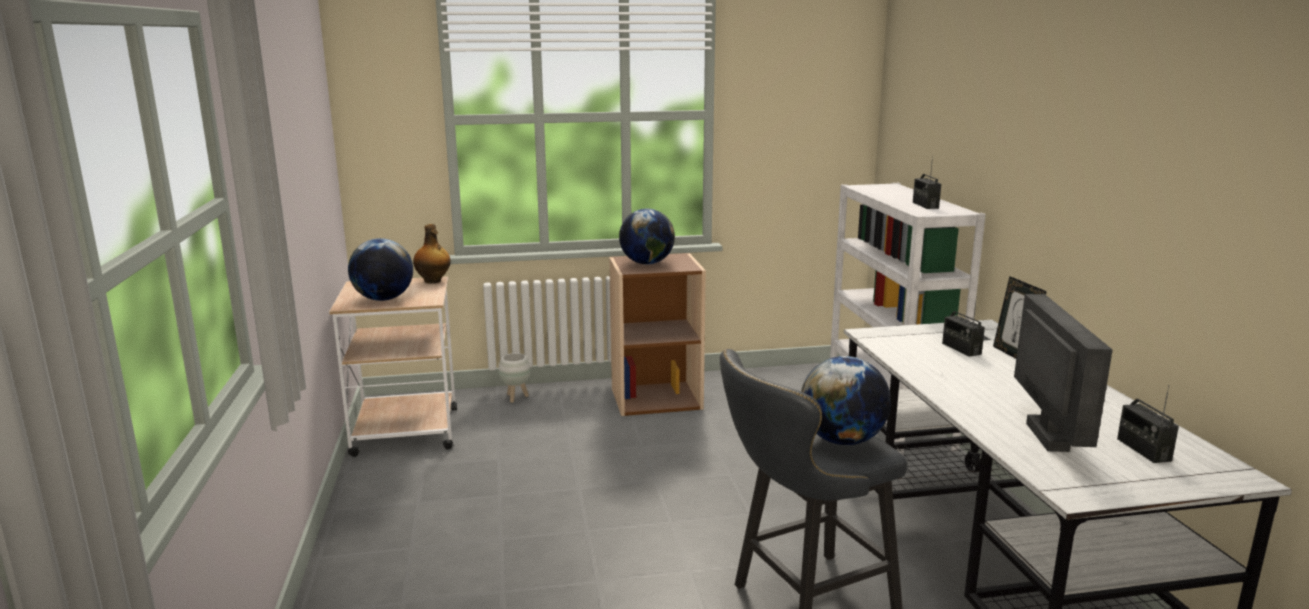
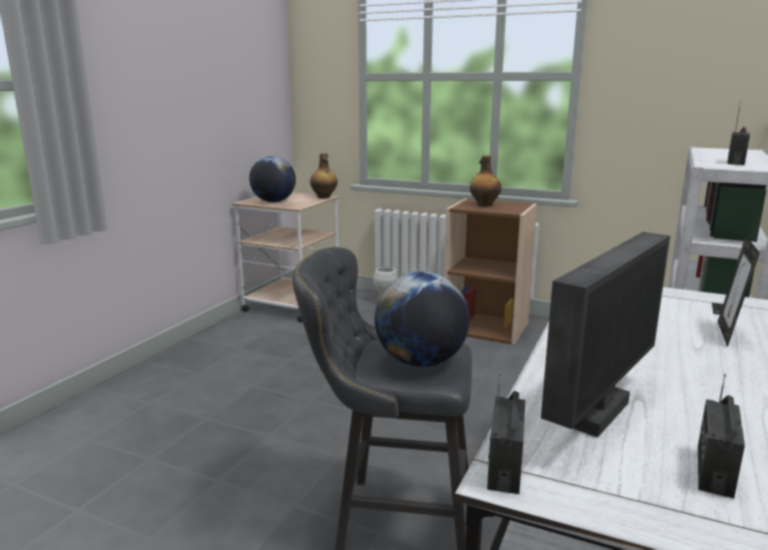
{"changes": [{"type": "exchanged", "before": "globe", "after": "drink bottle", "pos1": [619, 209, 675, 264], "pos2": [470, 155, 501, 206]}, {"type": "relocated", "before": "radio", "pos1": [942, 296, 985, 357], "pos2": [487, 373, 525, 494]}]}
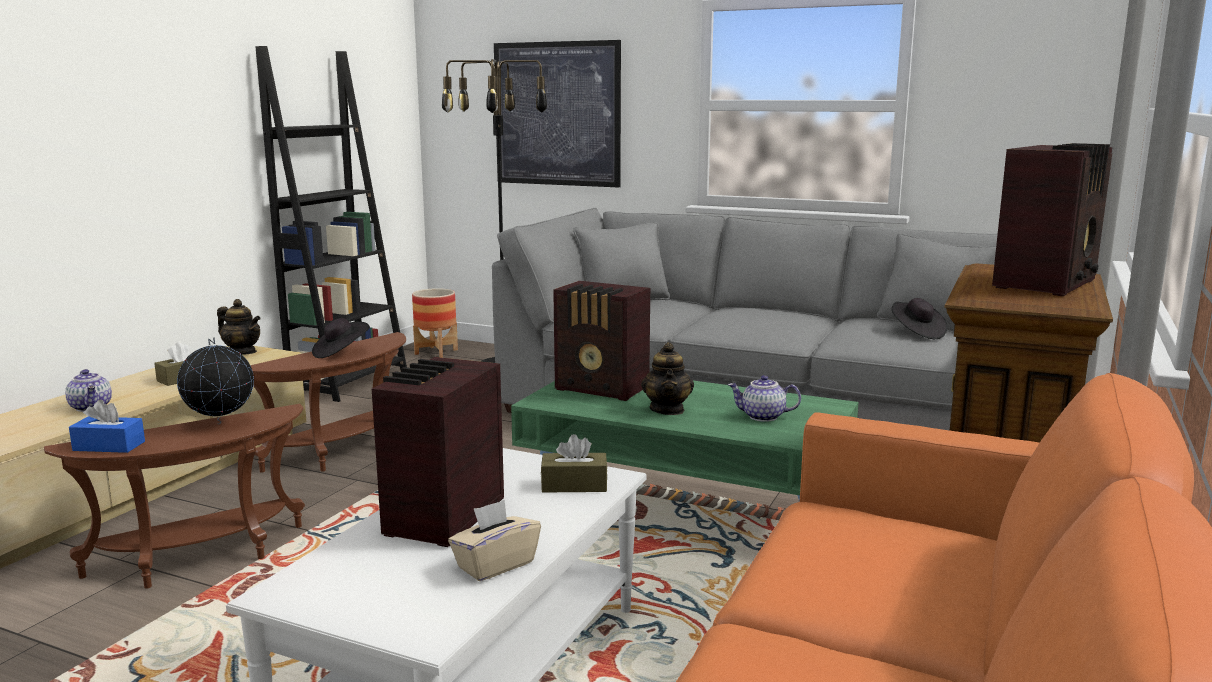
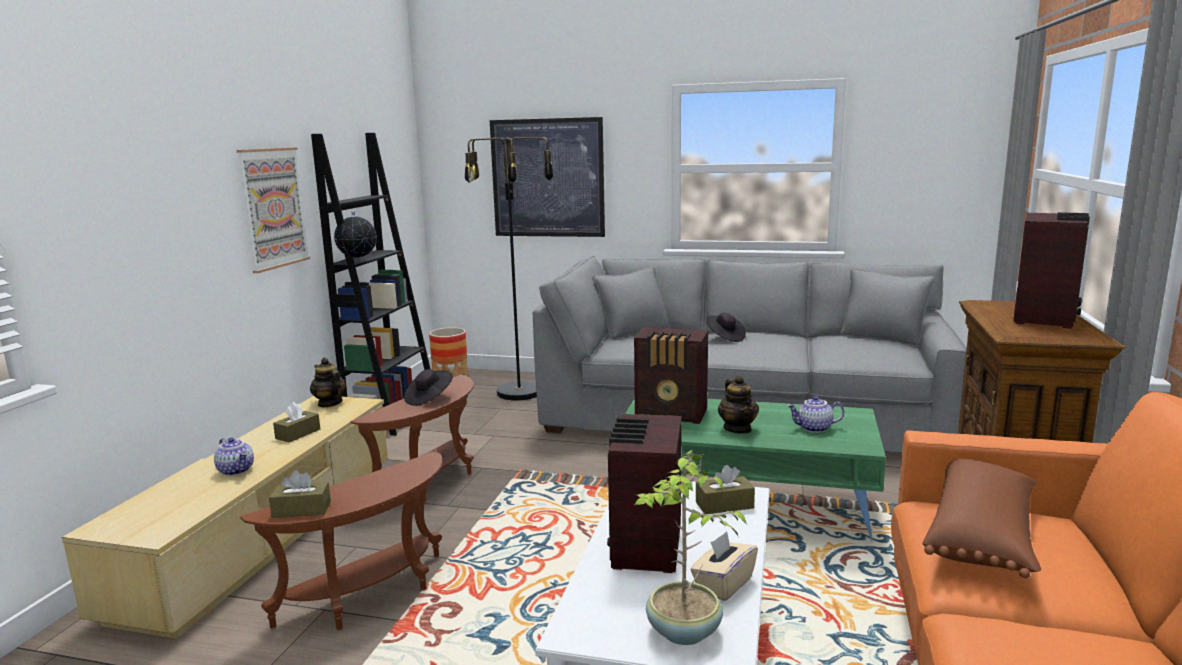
{"changes": [{"type": "colour", "before": "tissue holder/bluish", "after": "tissue holder/brown-coloured", "pos1": [69, 400, 145, 453], "pos2": [269, 470, 331, 518]}, {"type": "relocated", "before": "globe", "pos1": [177, 337, 254, 425], "pos2": [334, 211, 377, 263]}, {"type": "spun", "before": "tea pot", "pos1": [217, 299, 261, 355], "pos2": [310, 358, 346, 407], "turn": -150}, {"type": "relocated", "before": "wearable hat/black", "pos1": [892, 298, 947, 339], "pos2": [706, 313, 746, 342]}, {"type": "appeared", "after": "wall art", "pos2": [237, 147, 310, 273]}, {"type": "appeared", "after": "houseplant", "pos2": [634, 450, 747, 645]}, {"type": "appeared", "after": "cushion/brown-coloured", "pos2": [922, 459, 1041, 578]}]}
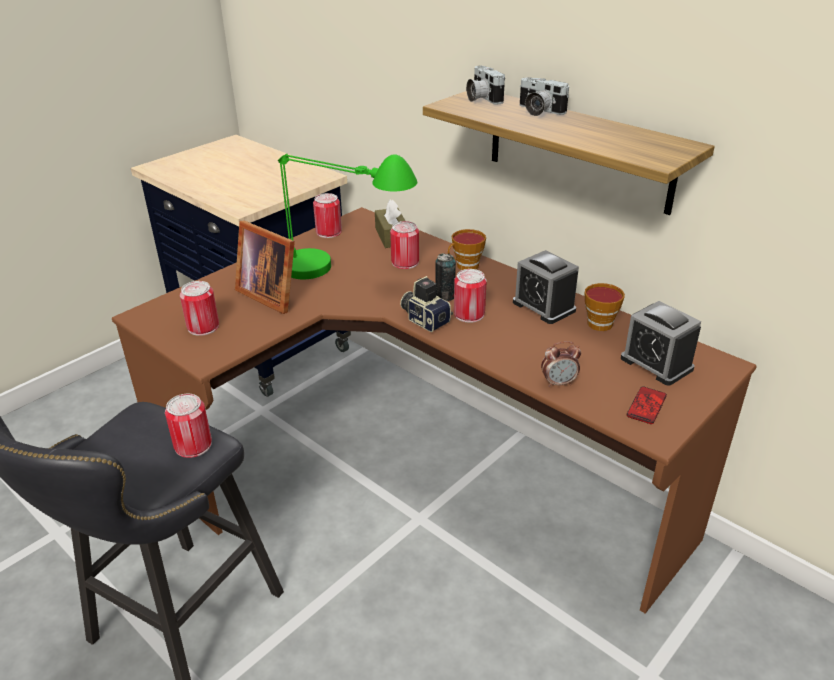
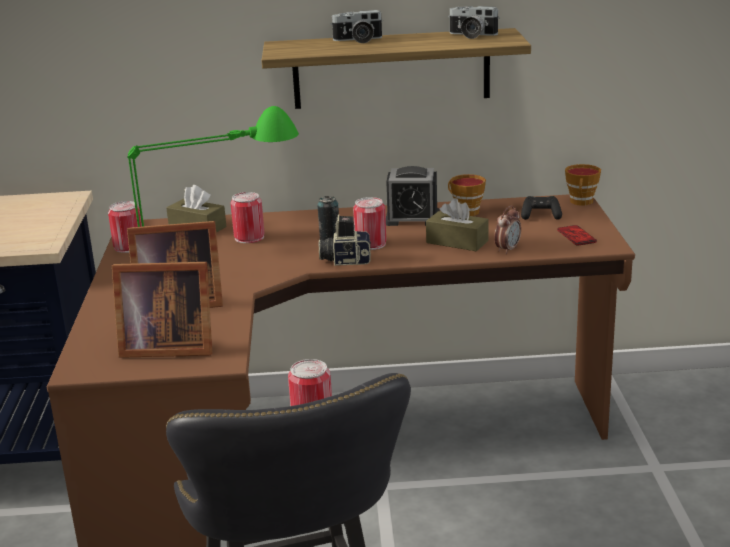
{"changes": [{"type": "exchanged", "before": "sealed can", "after": "standing frame", "pos1": [180, 281, 219, 336], "pos2": [112, 262, 212, 358]}, {"type": "relocated", "before": "cup", "pos1": [448, 229, 486, 270], "pos2": [565, 164, 601, 206]}, {"type": "relocated", "before": "still camera", "pos1": [466, 66, 505, 104], "pos2": [448, 6, 500, 39]}, {"type": "exchanged", "before": "table clock", "after": "game controller/black", "pos1": [621, 301, 701, 386], "pos2": [521, 196, 562, 220]}, {"type": "appeared", "after": "tissue holder/brown-coloured", "pos2": [426, 198, 489, 251]}]}
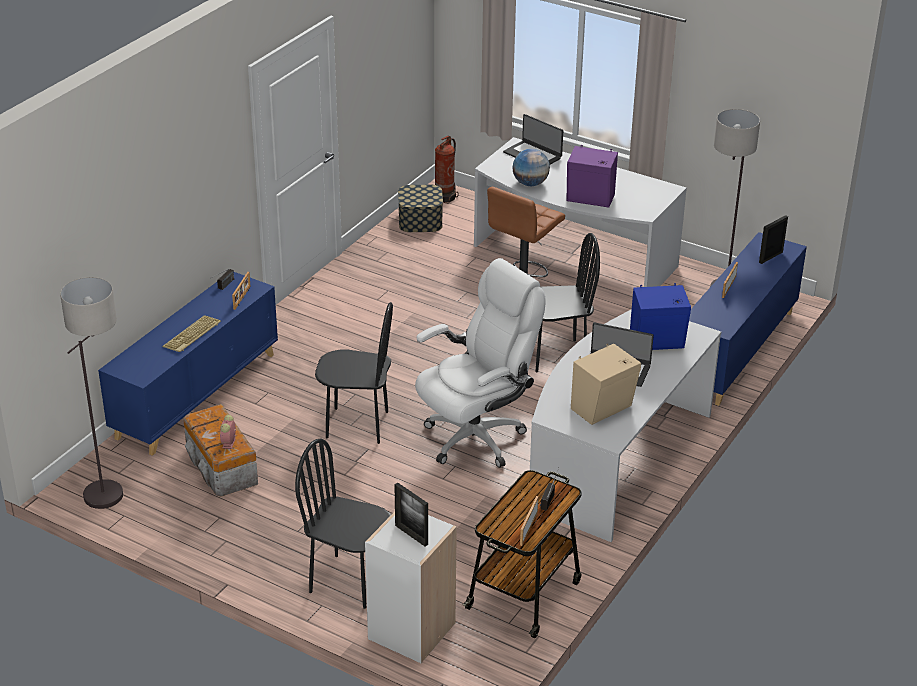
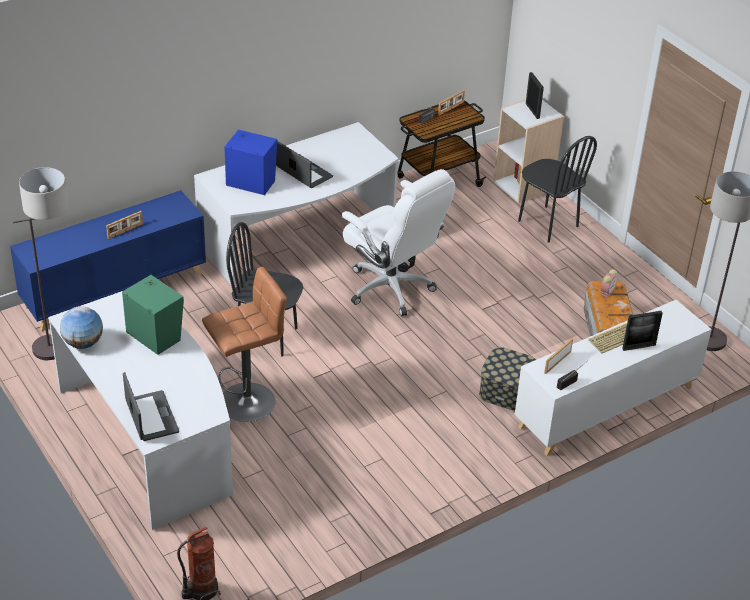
{"changes": [{"type": "colour", "before": "storage cabinet/bluish", "after": "storage cabinet/white", "pos1": [98, 272, 278, 456], "pos2": [515, 300, 712, 456]}, {"type": "missing", "before": "plain chair/black", "pos1": [315, 302, 393, 444]}, {"type": "relocated", "before": "storage box", "pos1": [398, 185, 443, 232], "pos2": [479, 348, 536, 410]}, {"type": "spun", "before": "office chair/white", "pos1": [415, 258, 546, 468], "pos2": [342, 169, 455, 316], "turn": -120}, {"type": "relocated", "before": "globe", "pos1": [512, 149, 550, 186], "pos2": [60, 306, 103, 349]}, {"type": "colour", "before": "audio speaker/purplish", "after": "audio speaker/greenish", "pos1": [567, 145, 618, 208], "pos2": [122, 275, 184, 355]}, {"type": "missing", "before": "audio speaker/beige", "pos1": [571, 344, 641, 425]}, {"type": "relocated", "before": "standing frame", "pos1": [759, 215, 788, 264], "pos2": [622, 311, 663, 351]}]}
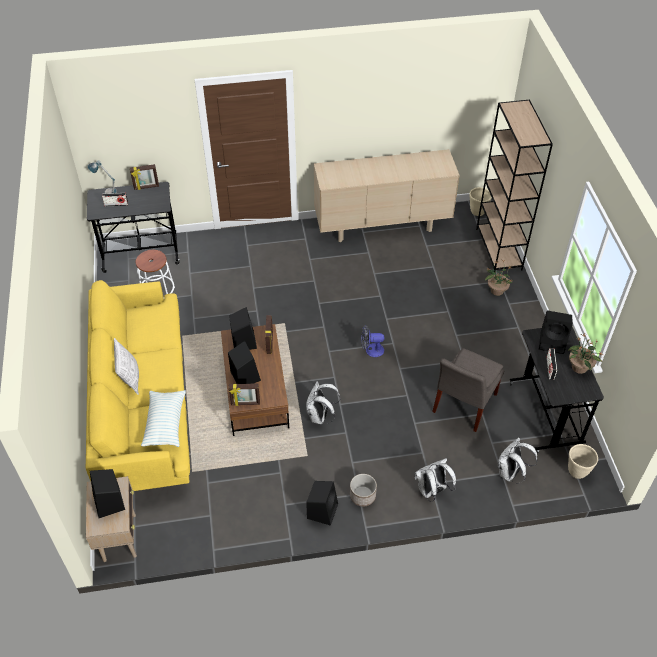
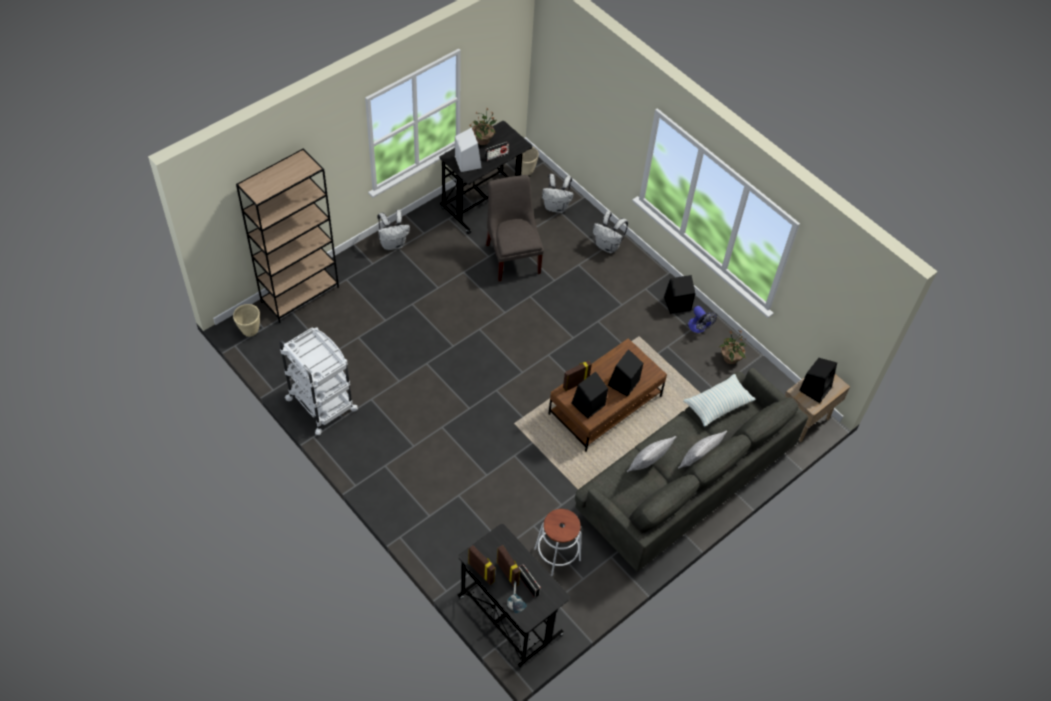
{"changes": [{"type": "colour", "before": "sofa/yellowish", "after": "sofa/greyish", "pos1": [86, 280, 190, 491], "pos2": [575, 368, 808, 572]}, {"type": "relocated", "before": "standing frame", "pos1": [229, 383, 260, 406], "pos2": [497, 545, 521, 587]}, {"type": "relocated", "before": "knapsack/white", "pos1": [306, 381, 340, 424], "pos2": [377, 210, 410, 250]}, {"type": "exchanged", "before": "chest of drawers/beige", "after": "wheeled cart/white", "pos1": [314, 149, 459, 242], "pos2": [279, 327, 358, 435]}, {"type": "missing", "before": "plant pot", "pos1": [350, 474, 377, 507]}, {"type": "relocated", "before": "electric fan", "pos1": [361, 325, 385, 357], "pos2": [688, 306, 717, 333]}, {"type": "spun", "before": "plain chair/greyish", "pos1": [432, 348, 504, 432], "pos2": [486, 175, 544, 281], "turn": -105}, {"type": "relocated", "before": "houseplant", "pos1": [485, 260, 514, 296], "pos2": [719, 330, 747, 364]}, {"type": "colour", "before": "audio speaker/black", "after": "audio speaker/white", "pos1": [539, 310, 573, 354], "pos2": [455, 127, 482, 172]}, {"type": "appeared", "after": "cushion", "pos2": [627, 436, 676, 472]}]}
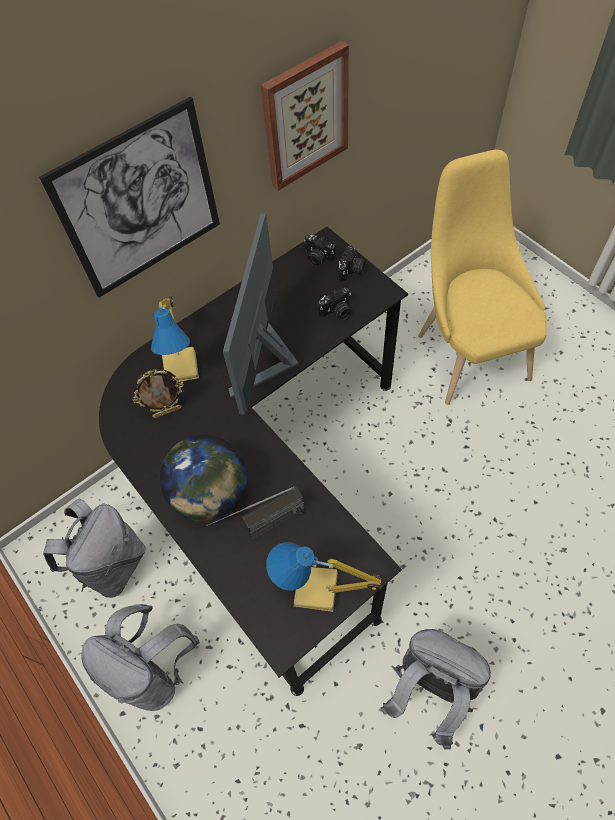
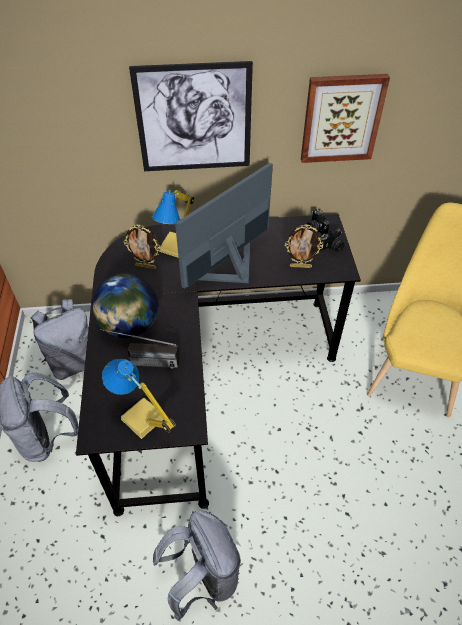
{"changes": [{"type": "exchanged", "before": "still camera", "after": "standing frame", "pos1": [318, 288, 351, 320], "pos2": [285, 224, 323, 268]}]}
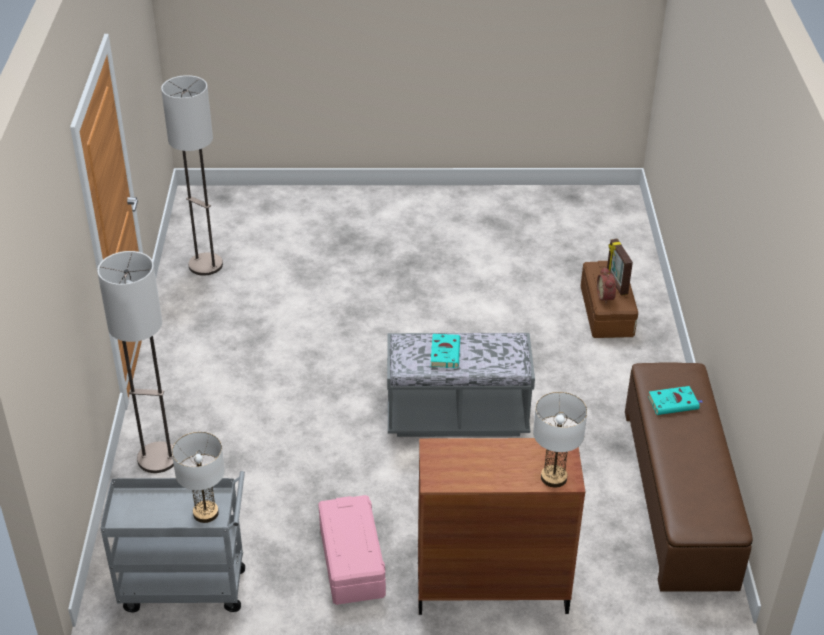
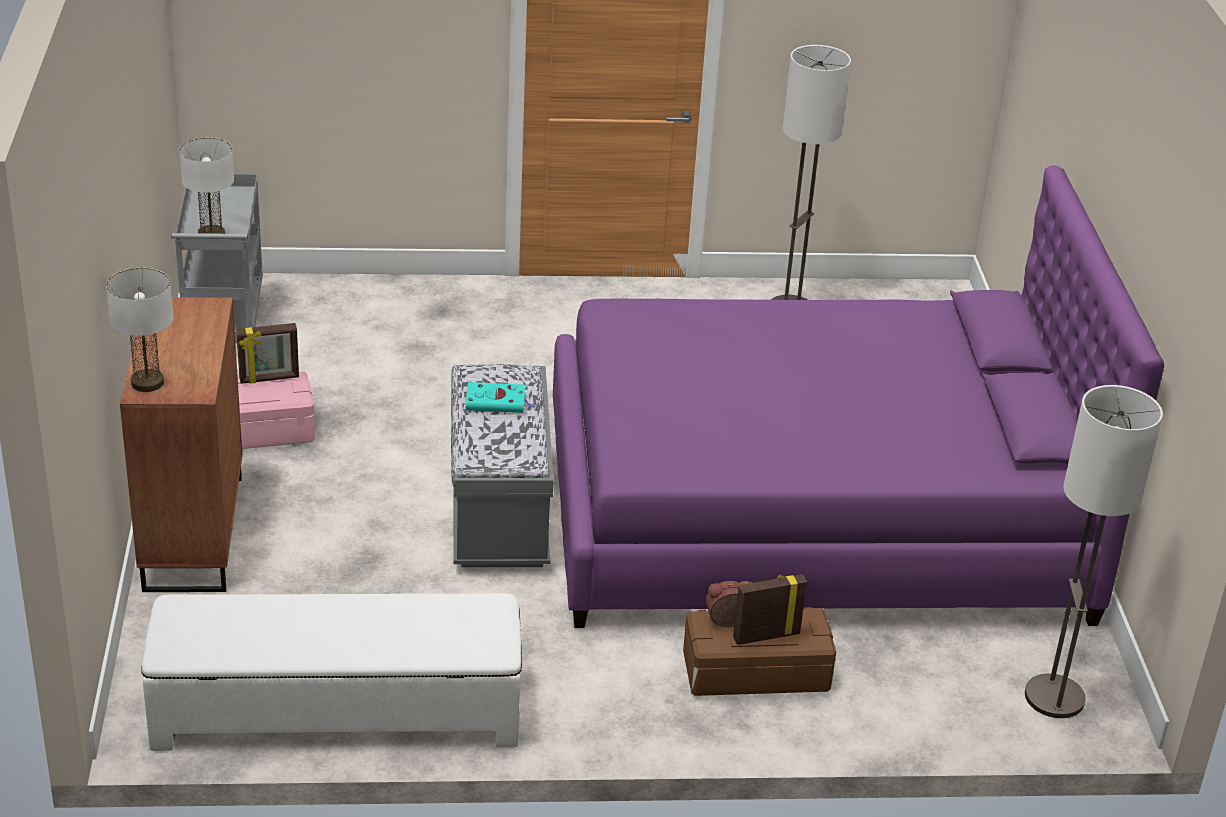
{"changes": [{"type": "relocated", "before": "standing lamp", "pos1": [97, 251, 174, 473], "pos2": [1025, 385, 1163, 718]}, {"type": "colour", "before": "indoor bench/brown-coloured", "after": "indoor bench/white", "pos1": [625, 363, 753, 592], "pos2": [141, 593, 522, 751]}, {"type": "missing", "before": "bound book/blue-green", "pos1": [648, 386, 703, 415]}, {"type": "appeared", "after": "standing frame", "pos2": [236, 323, 299, 384]}, {"type": "appeared", "after": "bed/purplish", "pos2": [553, 165, 1164, 628]}]}
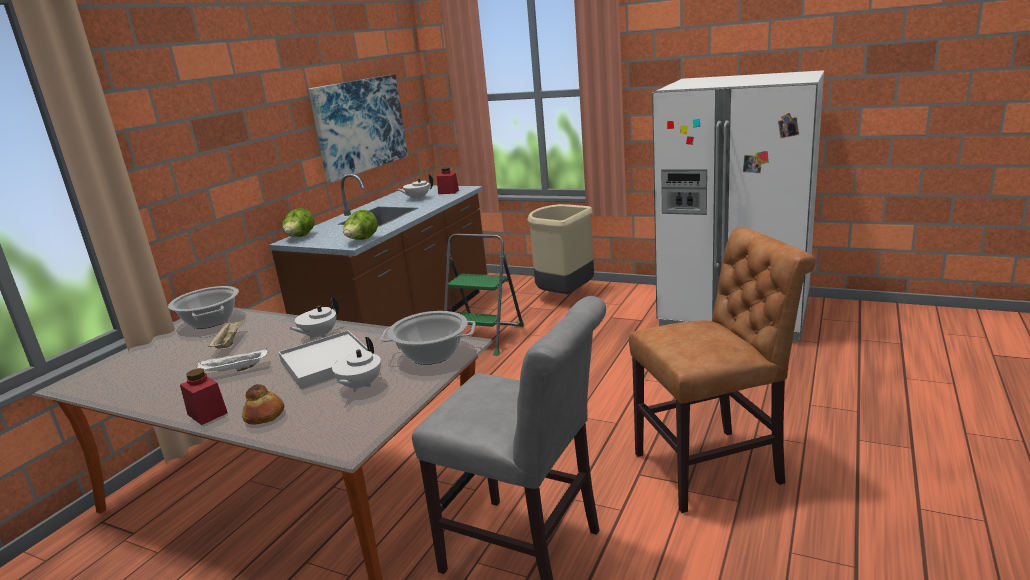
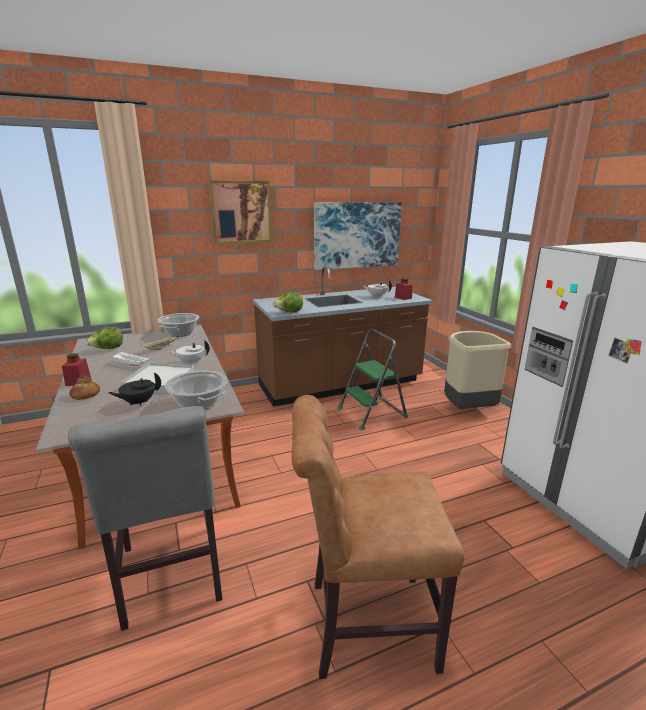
{"changes": [{"type": "relocated", "before": "lettuce", "pos1": [282, 208, 314, 237], "pos2": [85, 327, 123, 349]}, {"type": "colour", "before": "tea pot/white", "after": "tea pot/black", "pos1": [332, 337, 381, 392], "pos2": [108, 373, 161, 406]}, {"type": "spun", "before": "plain chair/brown-coloured", "pos1": [629, 227, 816, 513], "pos2": [291, 395, 465, 679], "turn": 150}, {"type": "appeared", "after": "wall art", "pos2": [209, 181, 272, 244]}]}
